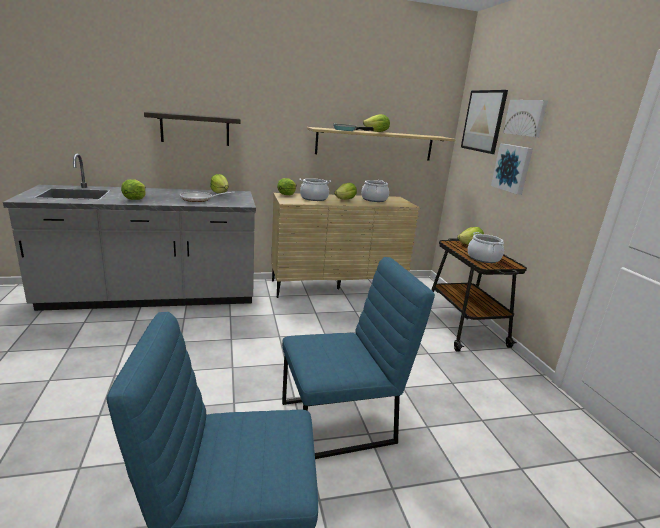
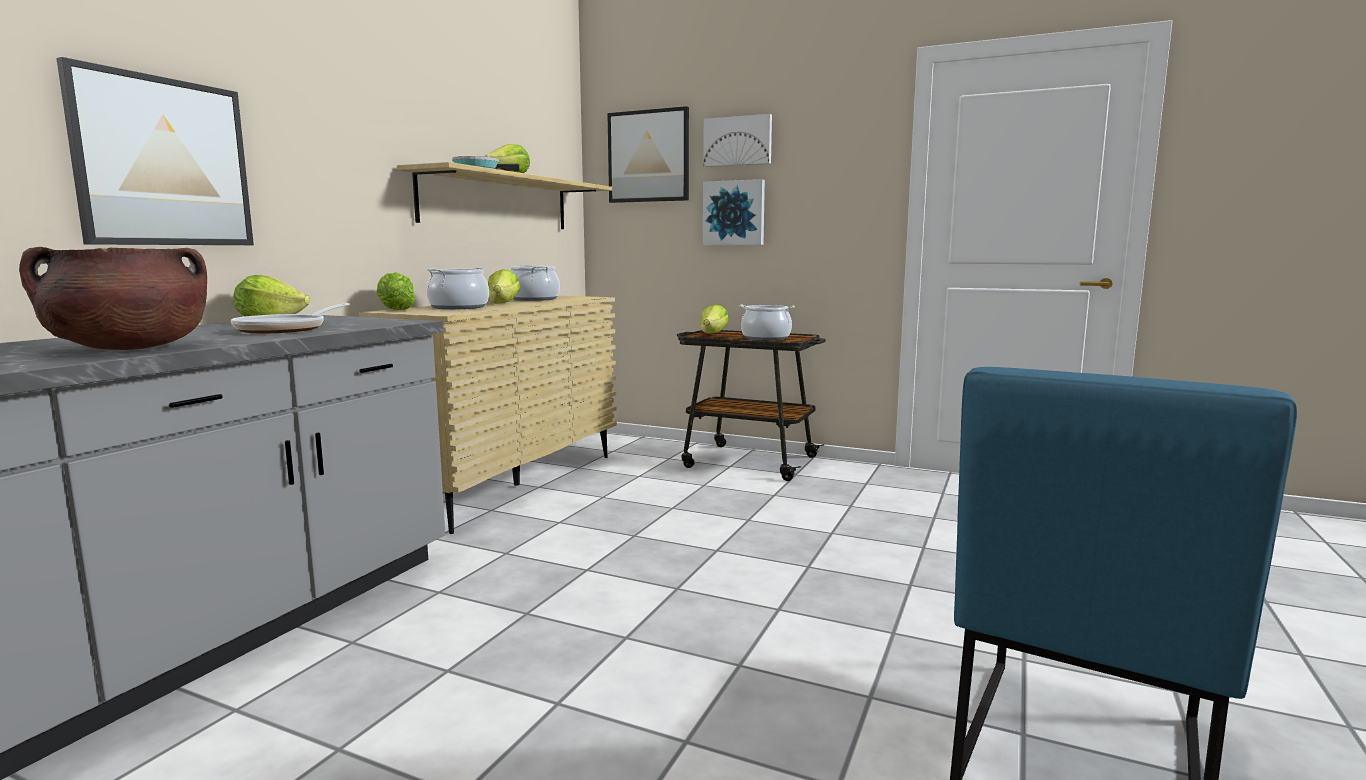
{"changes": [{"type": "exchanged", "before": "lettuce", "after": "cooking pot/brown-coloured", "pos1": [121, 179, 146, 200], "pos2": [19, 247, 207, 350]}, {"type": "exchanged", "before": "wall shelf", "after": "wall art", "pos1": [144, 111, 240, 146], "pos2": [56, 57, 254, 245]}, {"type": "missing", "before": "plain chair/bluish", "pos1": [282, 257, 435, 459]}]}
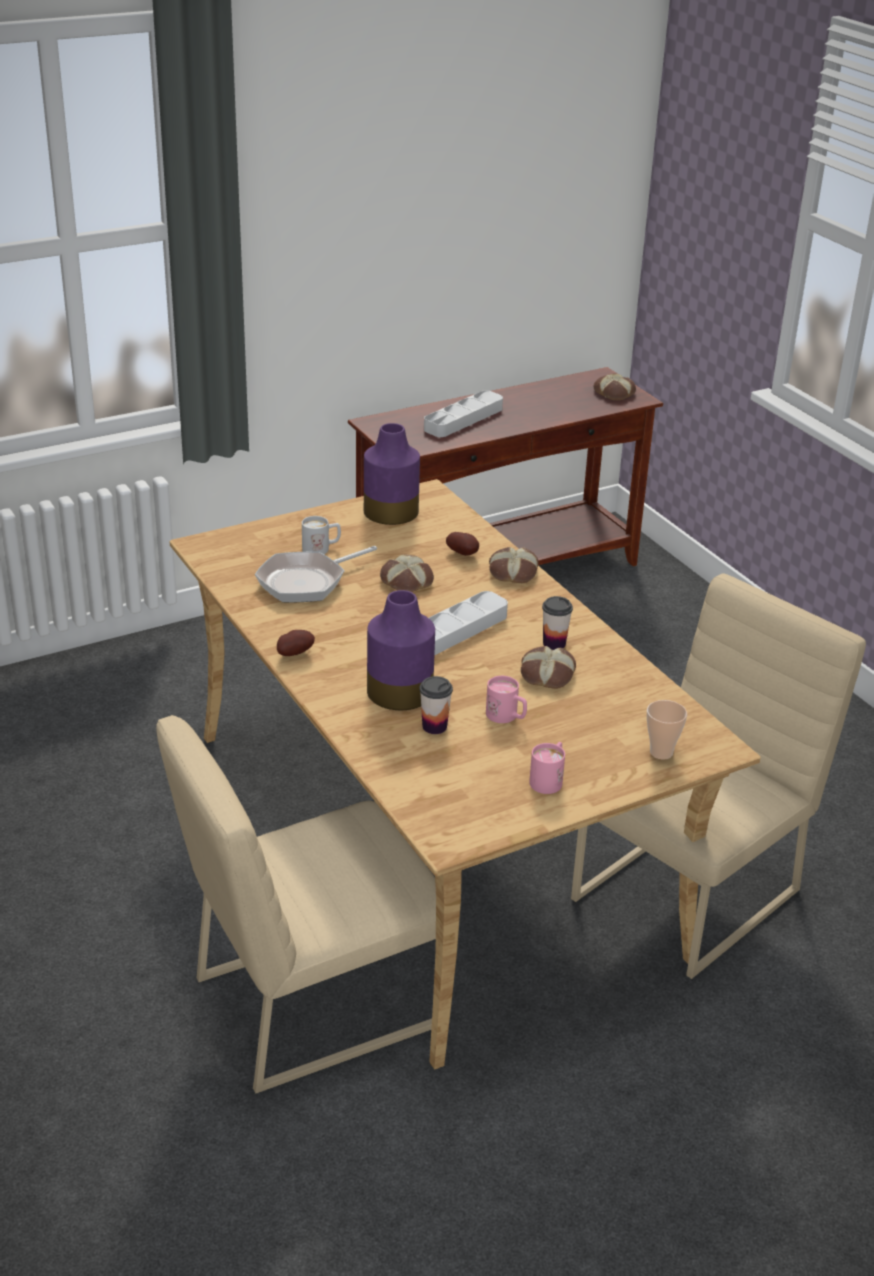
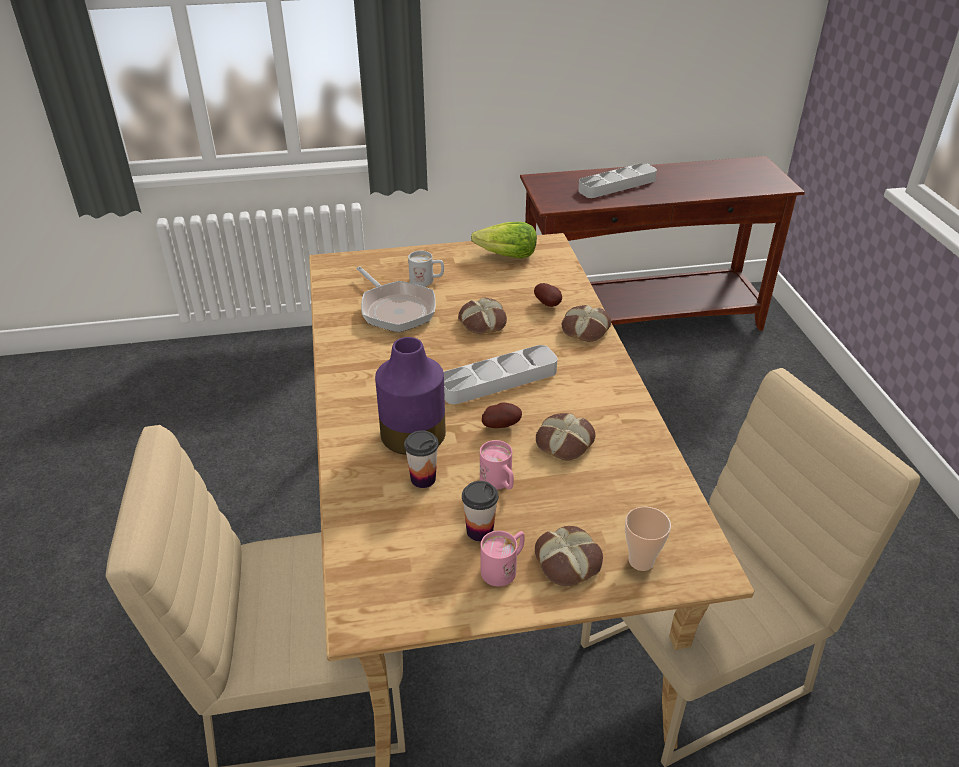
{"changes": [{"type": "spun", "before": "skillet", "pos1": [255, 546, 377, 603], "pos2": [357, 266, 436, 332], "turn": -105}, {"type": "relocated", "before": "potato", "pos1": [277, 630, 315, 656], "pos2": [482, 402, 522, 428]}, {"type": "exchanged", "before": "decorative vase/purplish", "after": "lettuce", "pos1": [364, 423, 420, 525], "pos2": [471, 222, 537, 258]}, {"type": "relocated", "before": "cup", "pos1": [542, 596, 573, 650], "pos2": [462, 481, 498, 541]}, {"type": "relocated", "before": "bakery bread", "pos1": [594, 373, 636, 400], "pos2": [535, 526, 603, 586]}]}
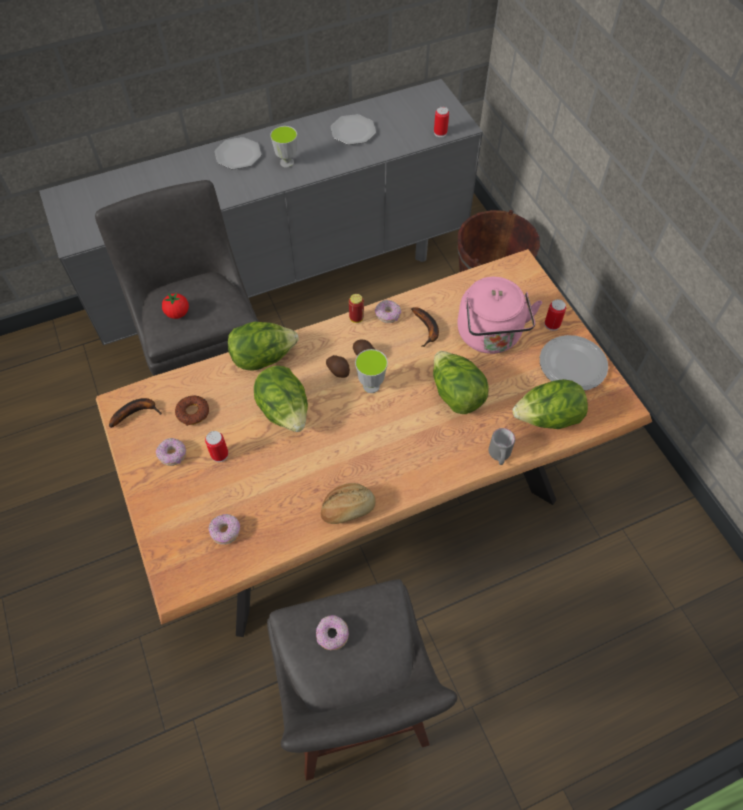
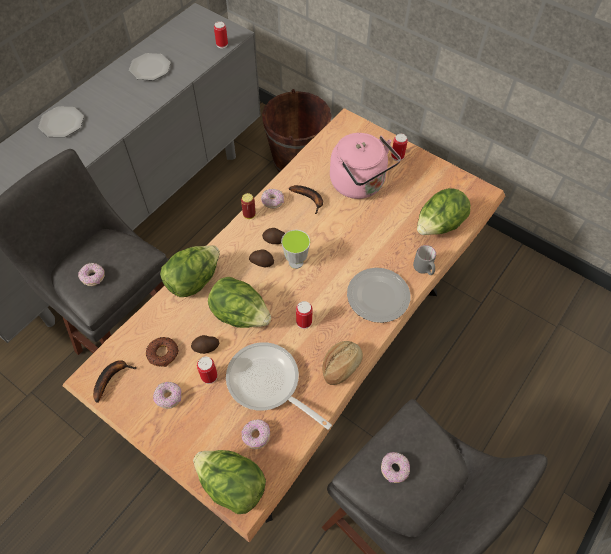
{"changes": [{"type": "exchanged", "before": "fresh tomato", "after": "donut", "pos1": [162, 292, 189, 319], "pos2": [78, 263, 105, 286]}, {"type": "missing", "before": "cup", "pos1": [270, 126, 297, 168]}, {"type": "relocated", "before": "lettuce", "pos1": [433, 351, 488, 414], "pos2": [193, 450, 266, 514]}, {"type": "relocated", "before": "flat dish", "pos1": [540, 335, 608, 391], "pos2": [347, 268, 410, 323]}, {"type": "appeared", "after": "potato", "pos2": [191, 335, 219, 354]}, {"type": "appeared", "after": "skillet", "pos2": [226, 342, 332, 430]}, {"type": "appeared", "after": "sealed can", "pos2": [296, 301, 313, 329]}]}
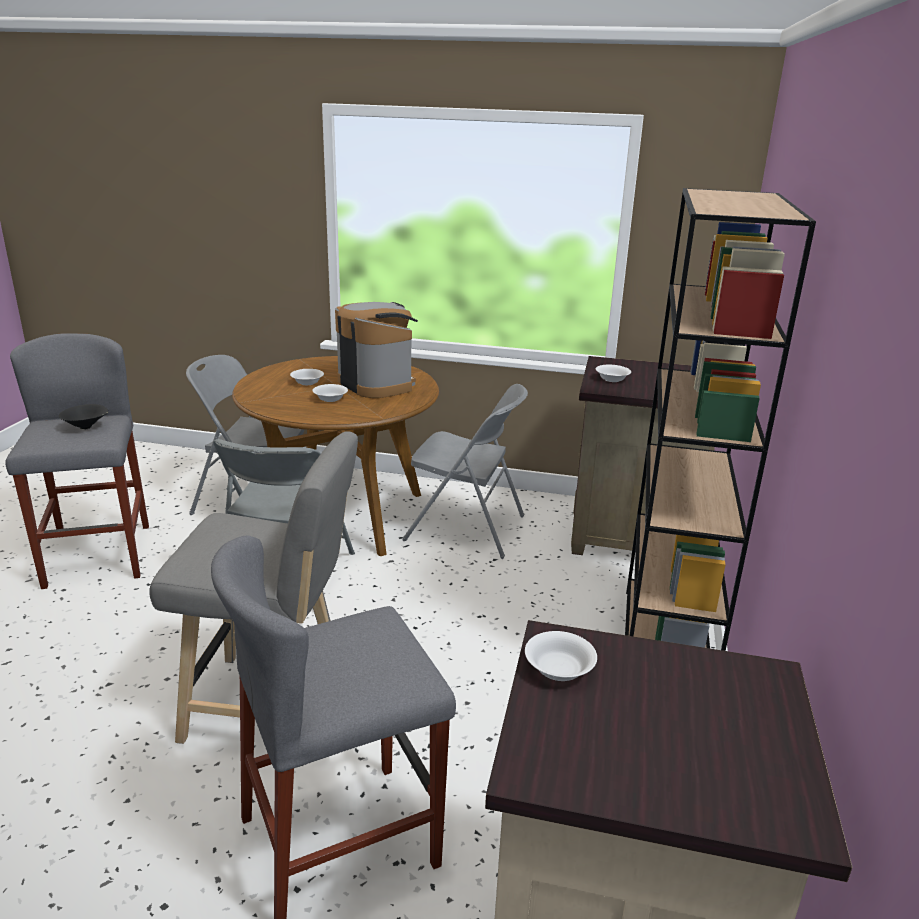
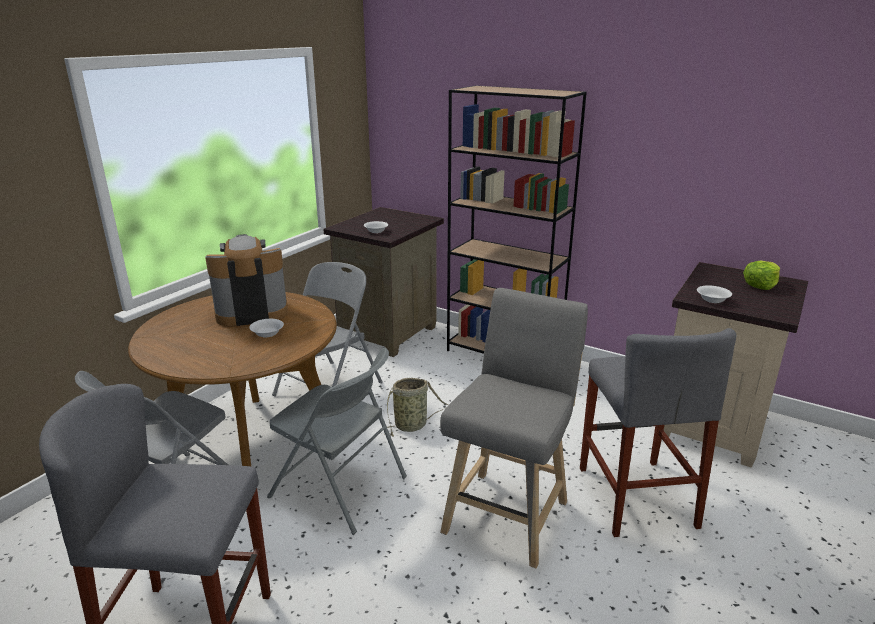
{"changes": [{"type": "missing", "before": "deep dish/black", "pos1": [58, 404, 108, 430]}, {"type": "missing", "before": "deep dish/white", "pos1": [290, 369, 324, 385]}, {"type": "appeared", "after": "household basket", "pos2": [387, 378, 449, 436]}, {"type": "appeared", "after": "lettuce", "pos2": [743, 260, 780, 290]}]}
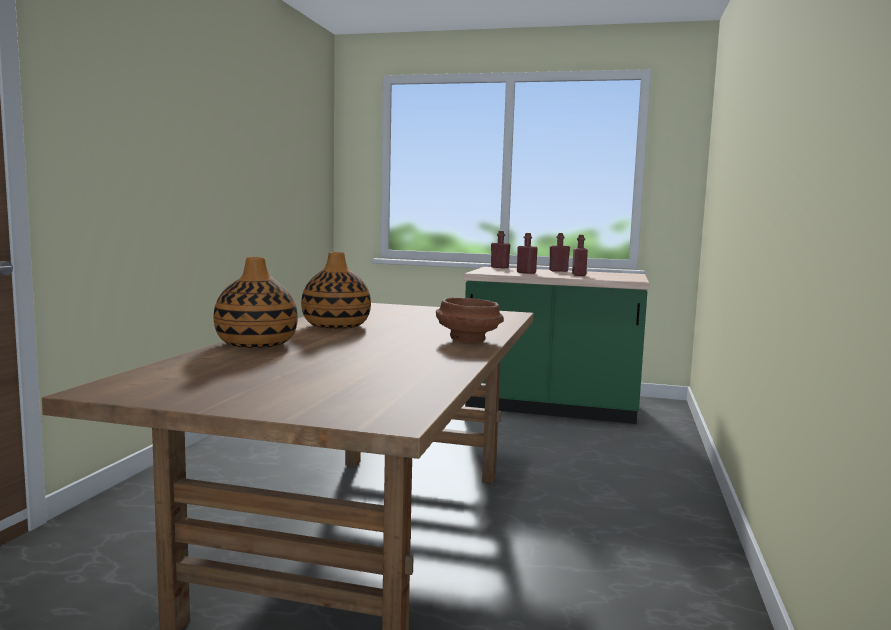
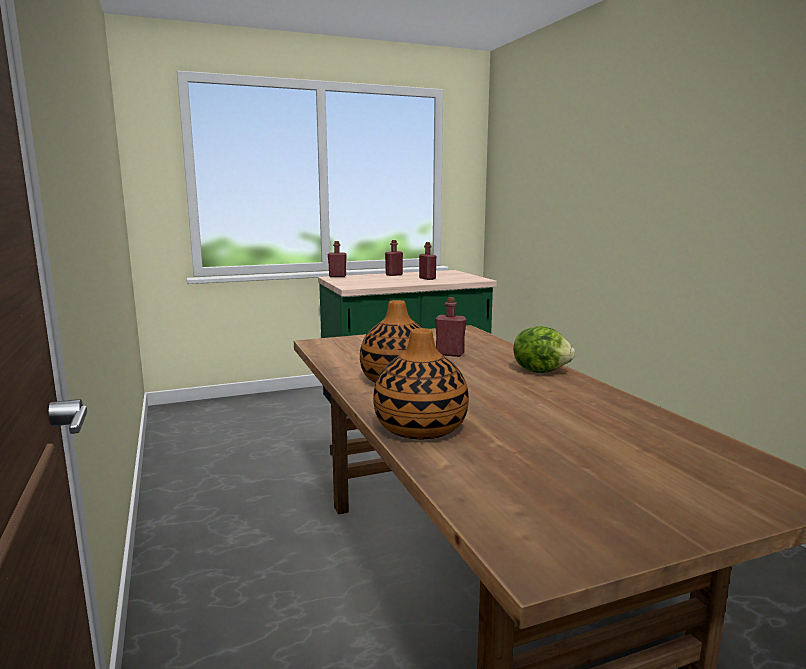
{"changes": [{"type": "exchanged", "before": "deep dish/brown-coloured", "after": "lettuce", "pos1": [436, 298, 504, 343], "pos2": [514, 326, 575, 373]}, {"type": "relocated", "before": "drink bottle/red-coloured", "pos1": [517, 233, 538, 274], "pos2": [435, 297, 466, 357]}]}
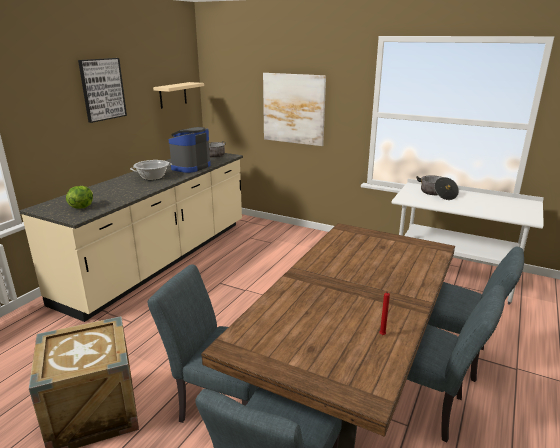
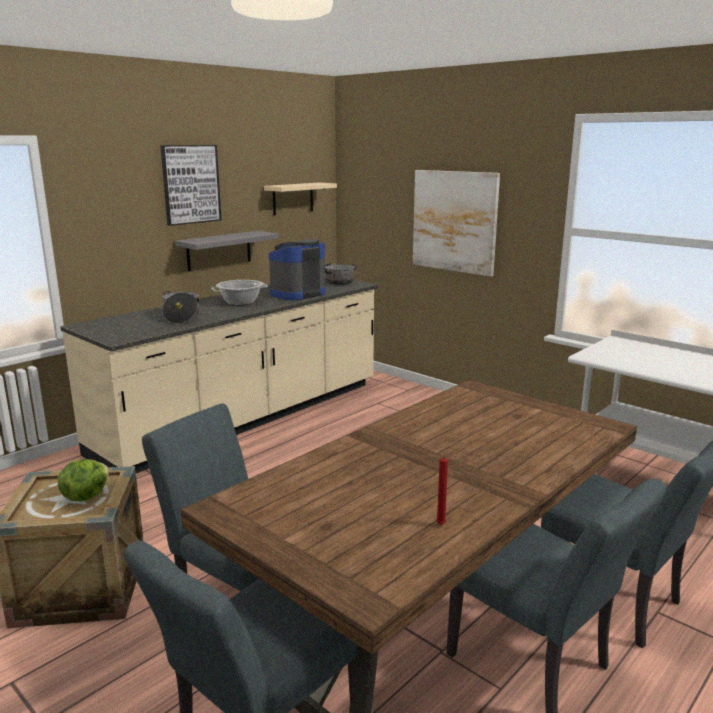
{"changes": [{"type": "relocated", "before": "lettuce", "pos1": [66, 186, 93, 209], "pos2": [58, 459, 109, 501]}, {"type": "relocated", "before": "cooking pot", "pos1": [416, 175, 459, 200], "pos2": [162, 291, 199, 324]}, {"type": "appeared", "after": "wall shelf/greyish", "pos2": [175, 231, 279, 272]}]}
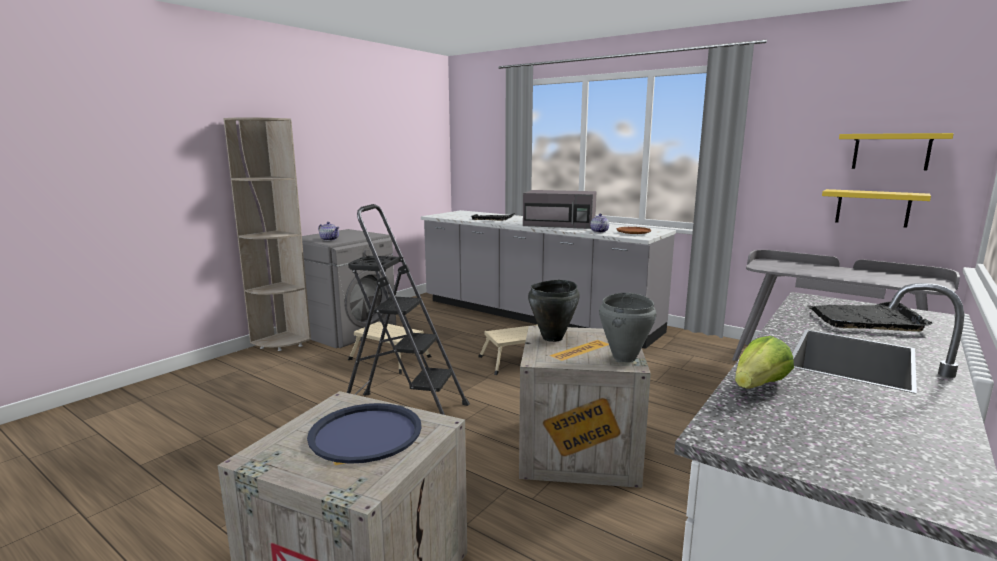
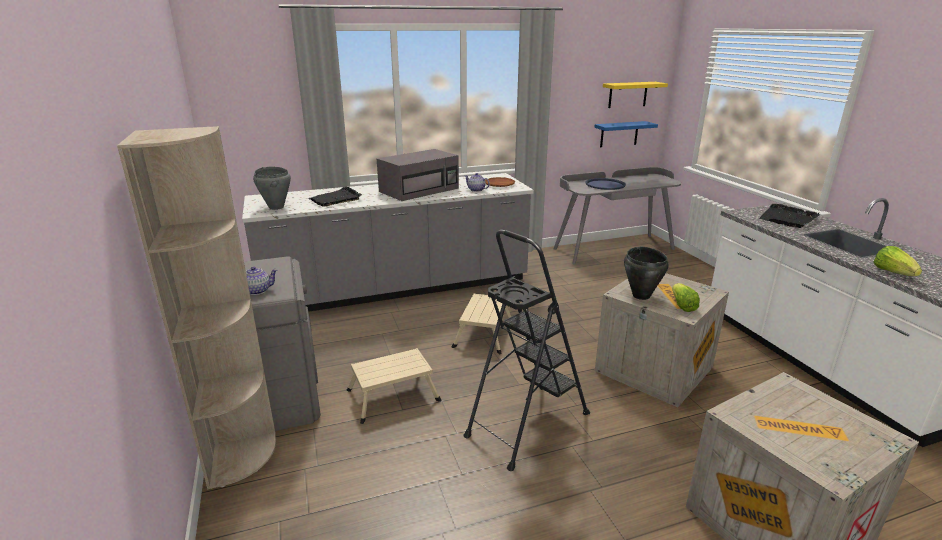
{"changes": [{"type": "relocated", "before": "serving tray/bluish", "pos1": [307, 403, 422, 464], "pos2": [585, 178, 626, 190]}, {"type": "relocated", "before": "cooking pot/greyish", "pos1": [599, 293, 656, 362], "pos2": [253, 167, 291, 210]}, {"type": "colour", "before": "wall shelf/yellowish", "after": "wall shelf/bluish", "pos1": [822, 189, 931, 228], "pos2": [594, 121, 658, 147]}, {"type": "appeared", "after": "lettuce", "pos2": [672, 283, 700, 312]}]}
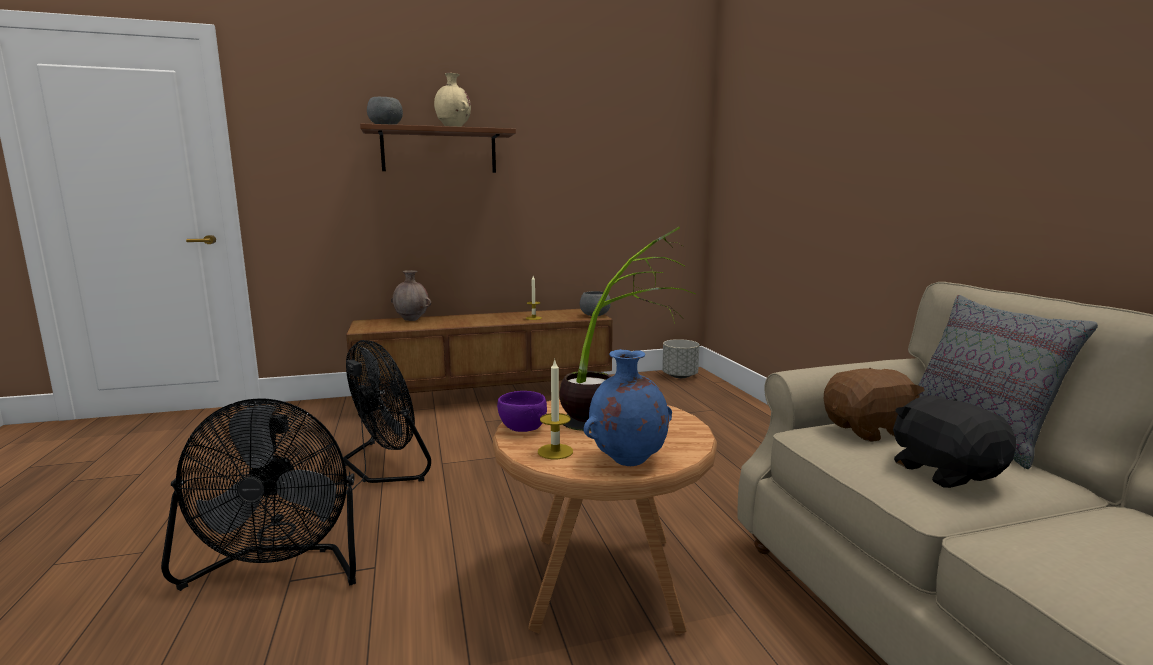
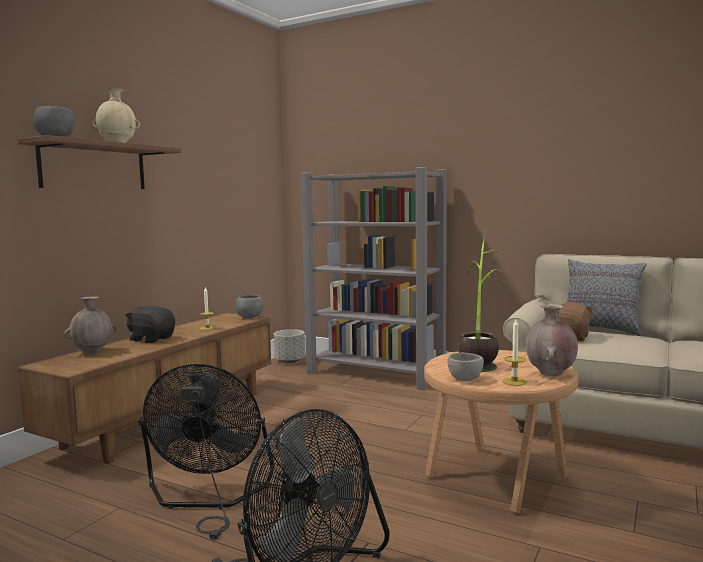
{"changes": [{"type": "colour", "before": "deep dish/purplish", "after": "deep dish/greyish", "pos1": [497, 391, 547, 432], "pos2": [447, 353, 484, 381]}, {"type": "colour", "before": "decorative vase/bluish", "after": "decorative vase/brown-coloured", "pos1": [583, 349, 672, 466], "pos2": [526, 304, 578, 376]}, {"type": "relocated", "before": "soft toy/black", "pos1": [893, 396, 1017, 488], "pos2": [125, 306, 175, 343]}, {"type": "appeared", "after": "bookshelf/greyish", "pos2": [301, 167, 447, 390]}]}
